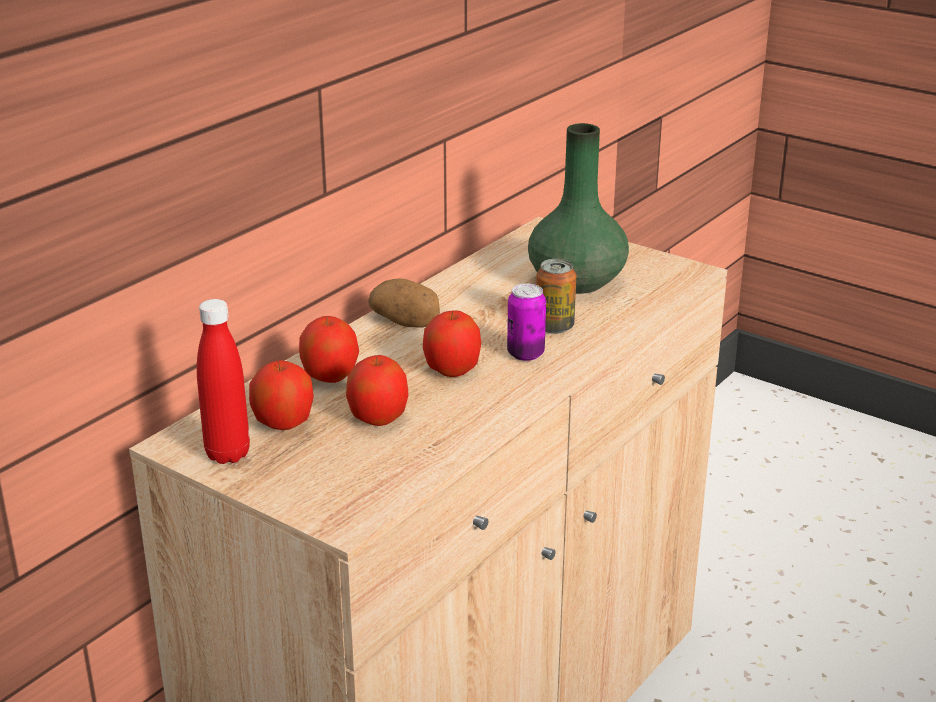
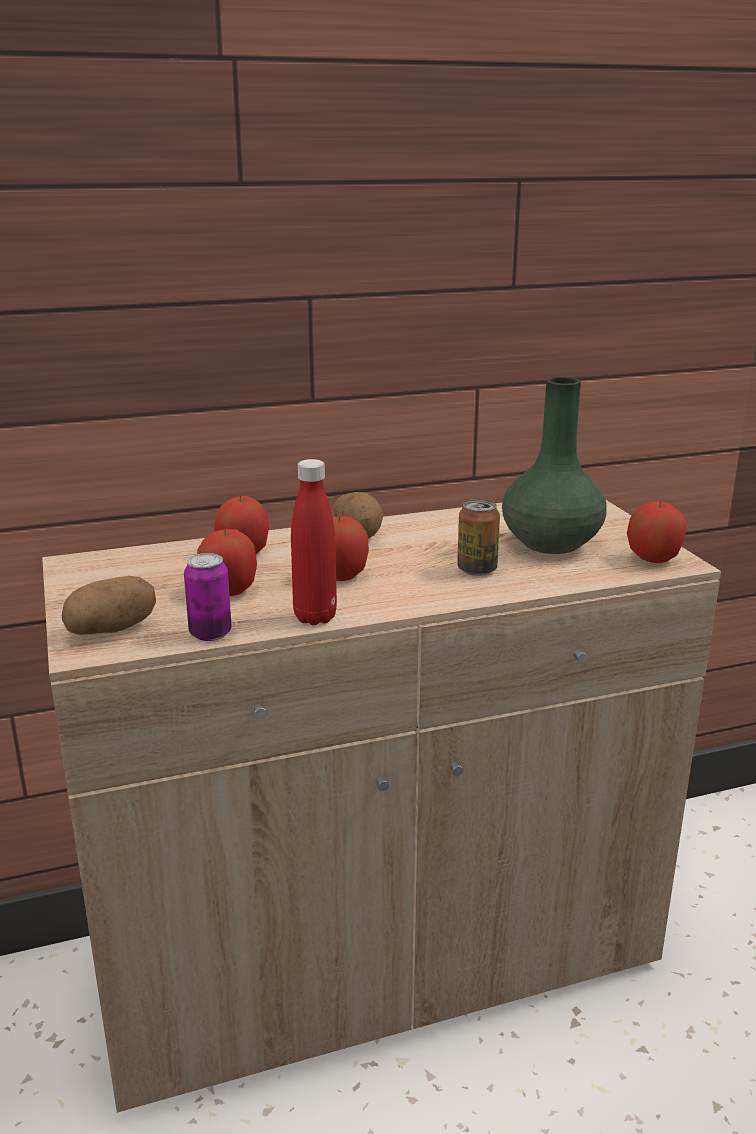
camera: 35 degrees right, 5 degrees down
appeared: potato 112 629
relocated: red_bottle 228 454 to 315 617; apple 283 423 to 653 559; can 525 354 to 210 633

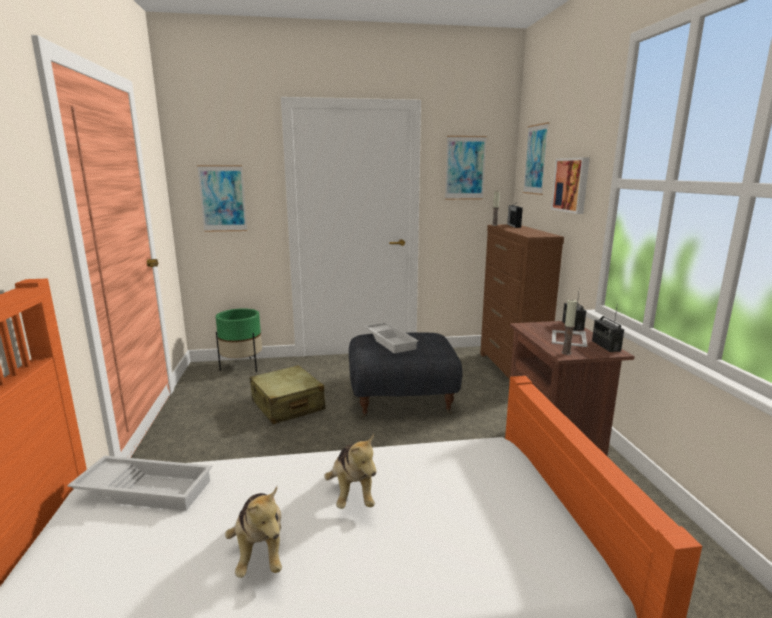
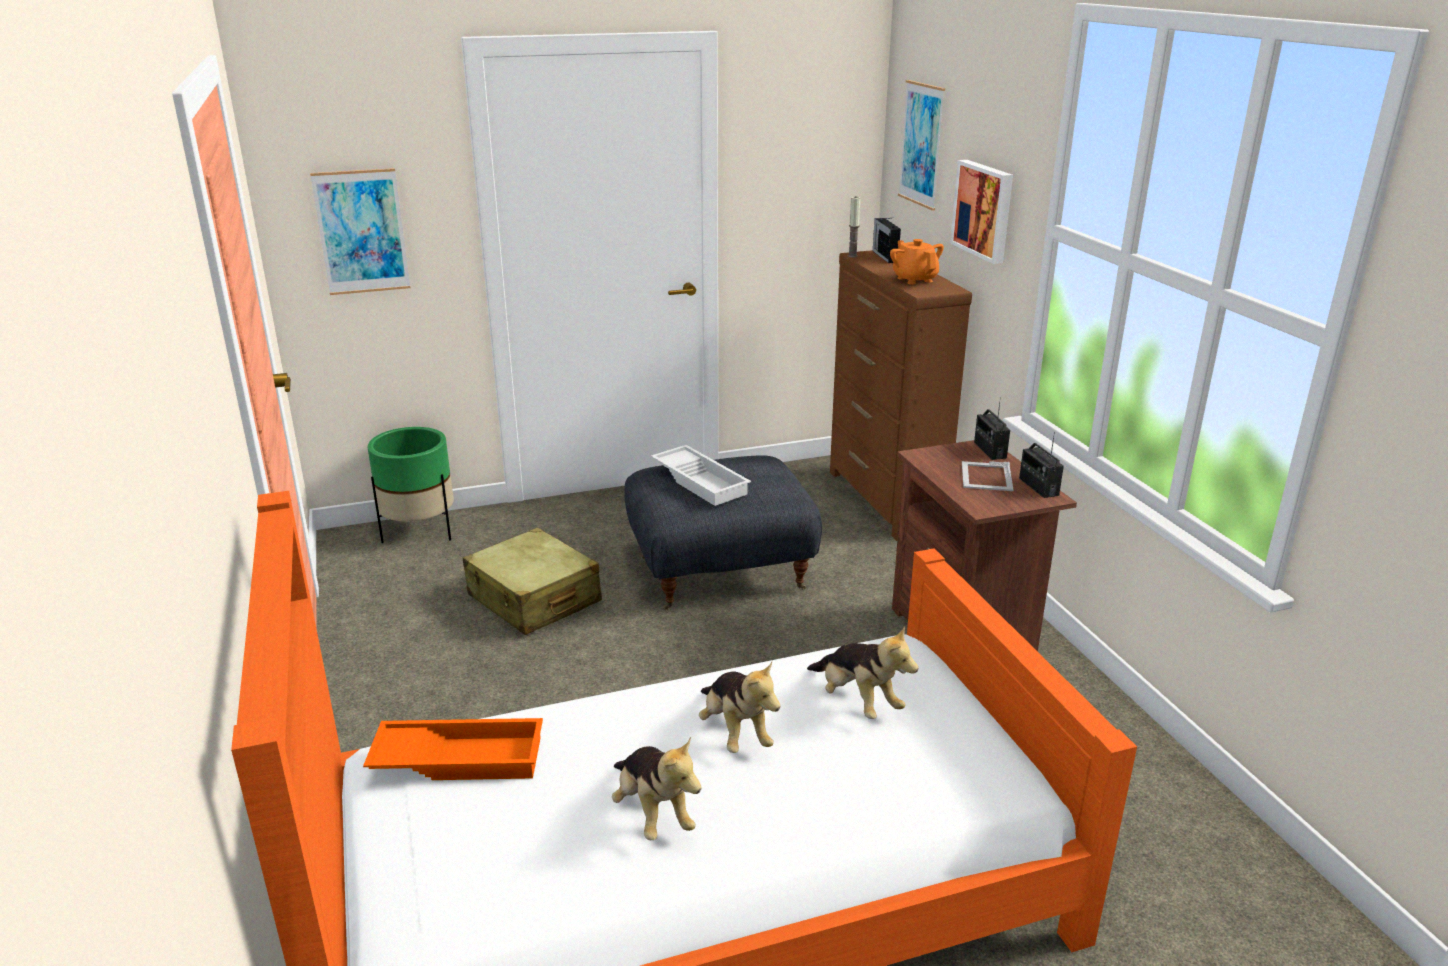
camera: 10 degrees left, 10 degrees up
missing: picture 465 168; candle 566 353
appeared: plush_toy 857 701; orange_teapot 914 279
colour: white_tray 146 488 to orange_tray 460 757

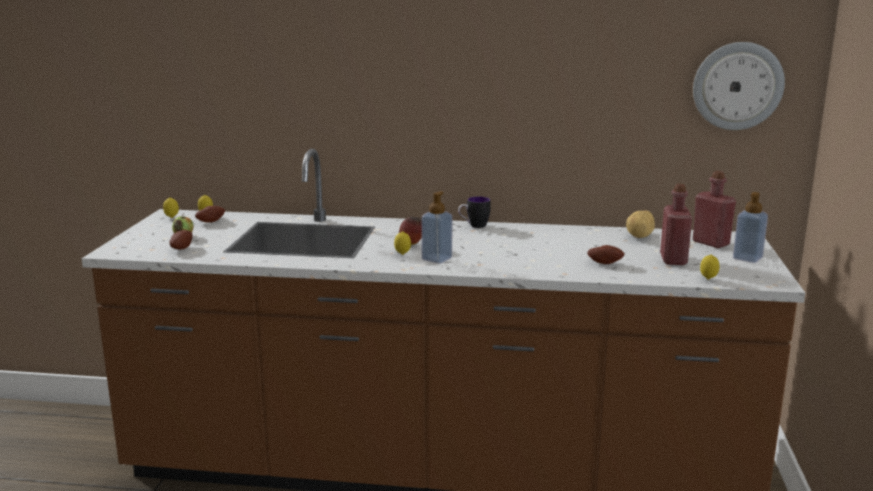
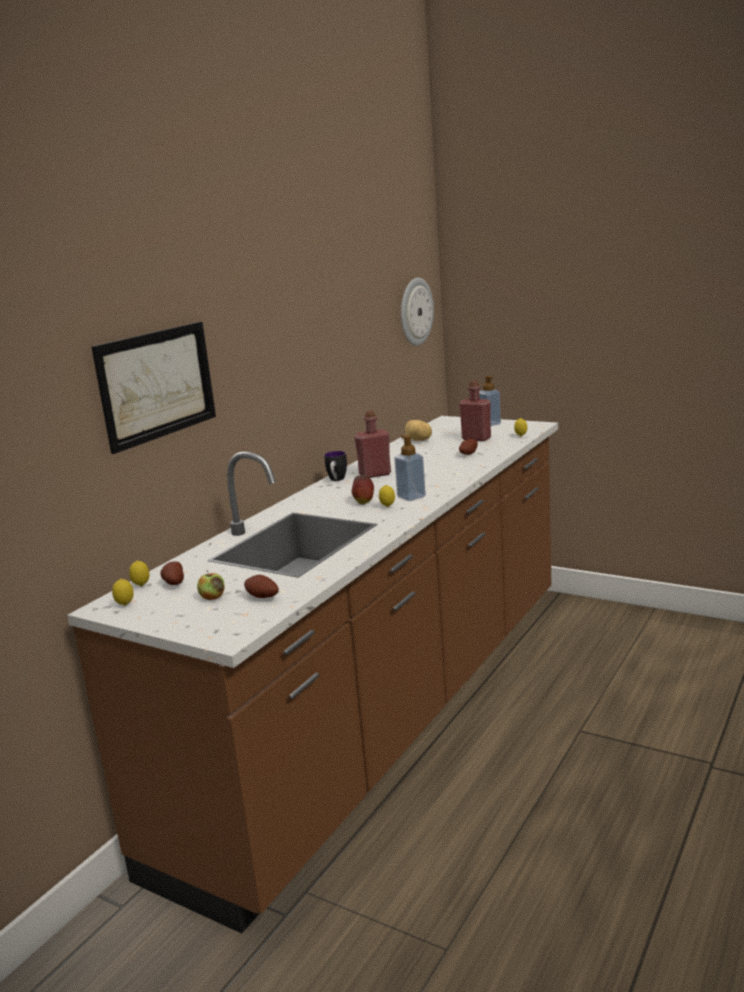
camera: 65 degrees left, 0 degrees up
appeared: picture 157 384
relocated: red_bottle 710 243 to 375 474

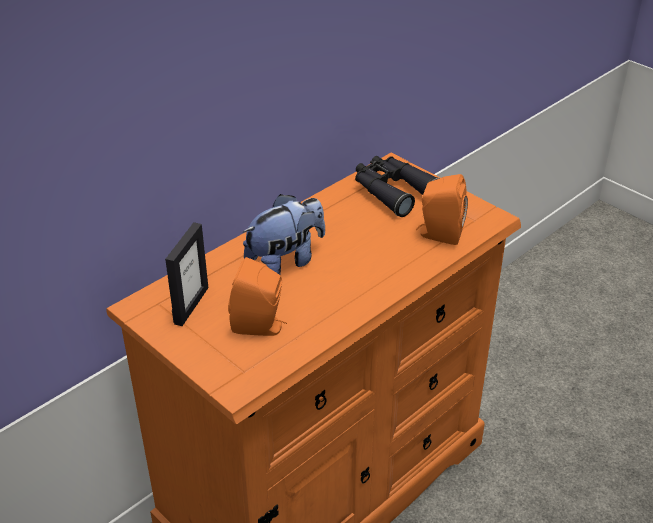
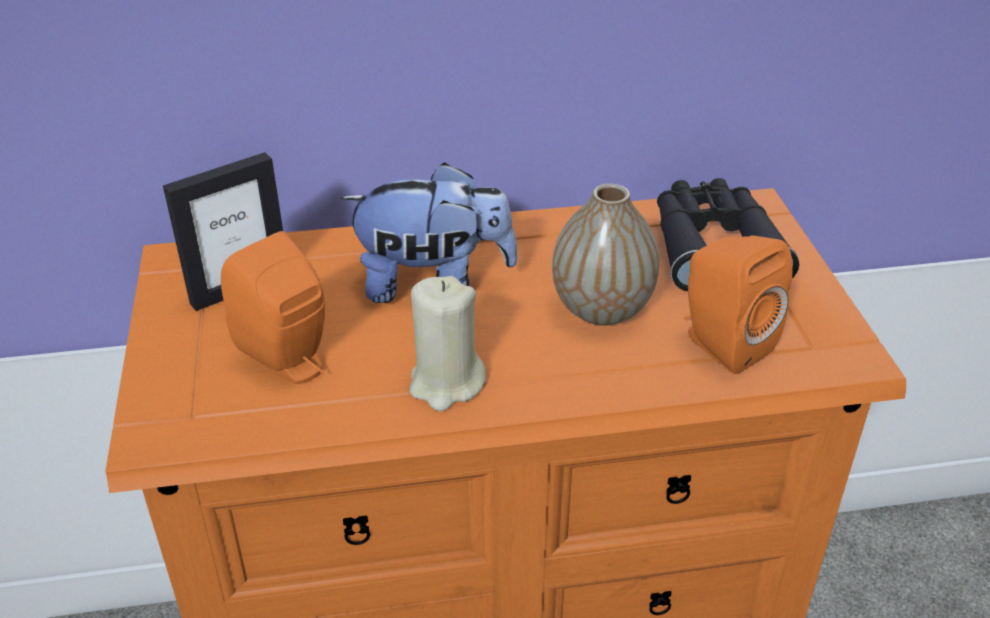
camera: 35 degrees right, 0 degrees up
appeared: beige_candle 446 383; vase 601 309

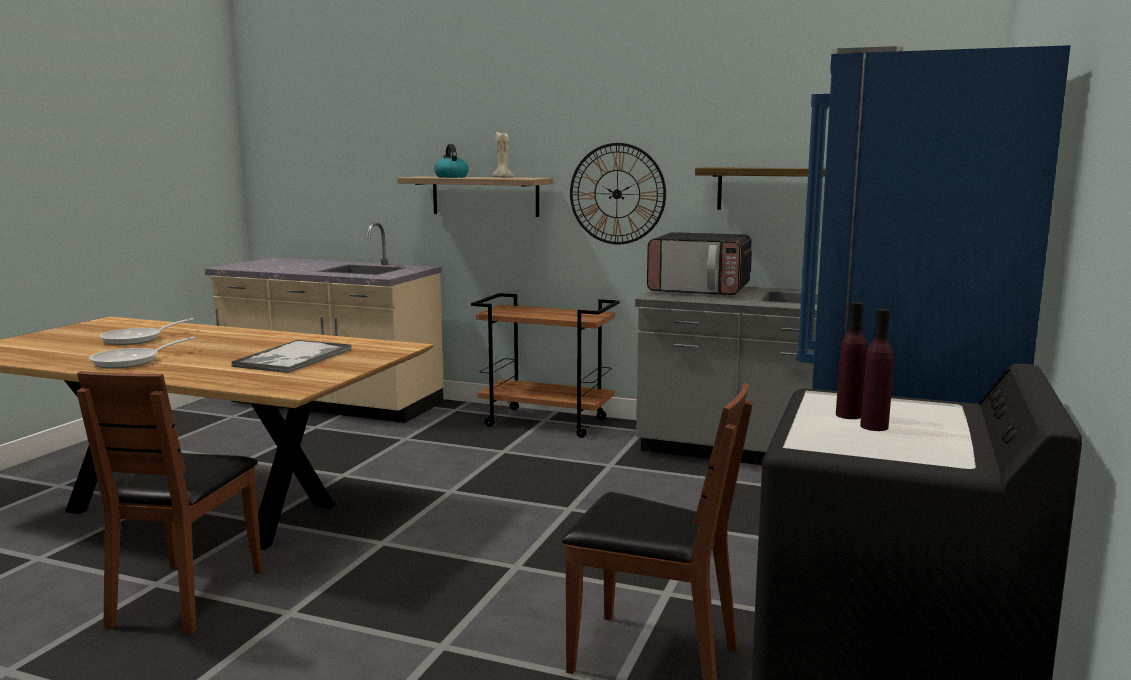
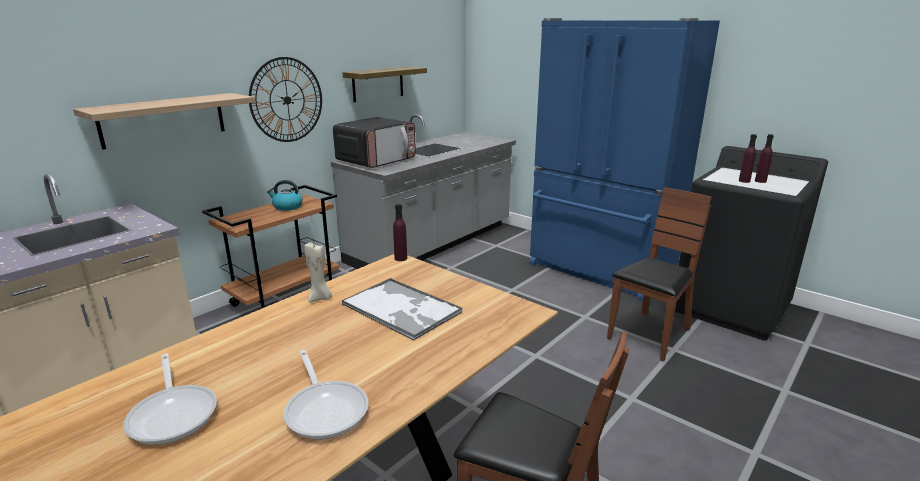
camera: 70 degrees left, 10 degrees up
appeared: purple_bottle 400 258
relocated: kettle 451 177 to 287 207; beige_candle 503 178 to 320 298

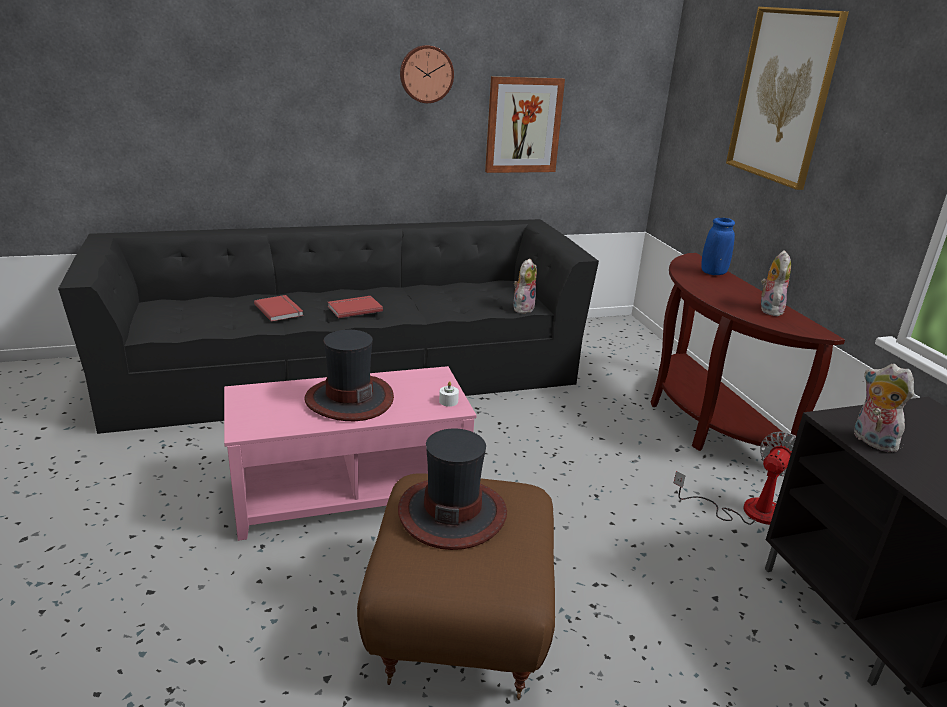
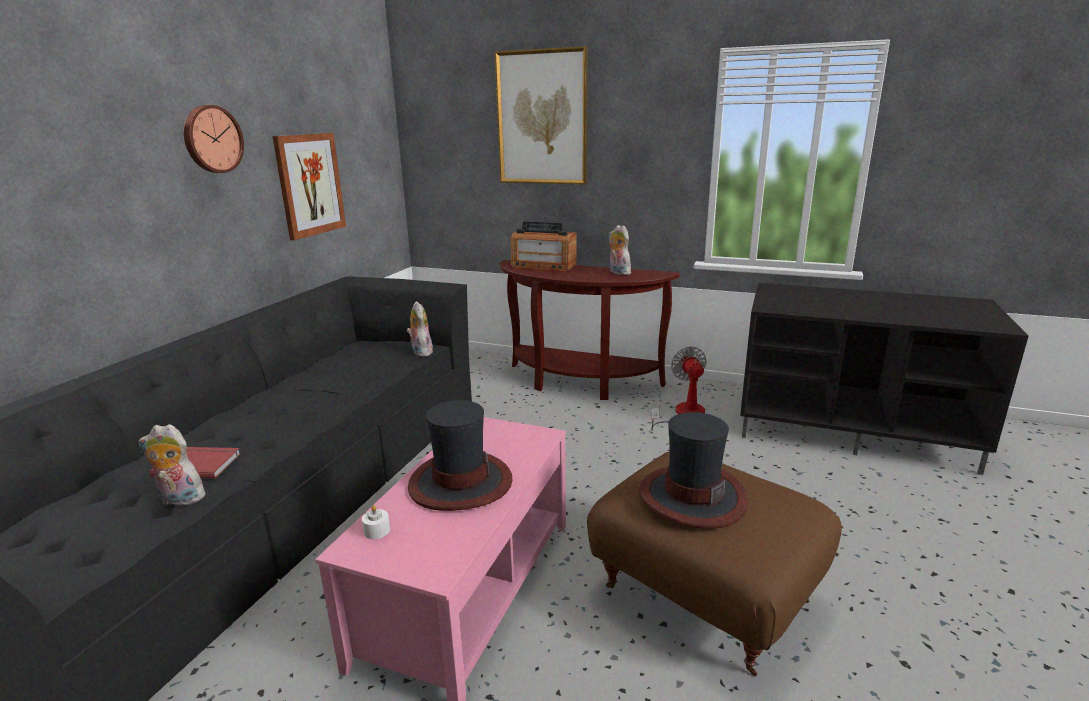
camera: 50 degrees left, 5 degrees down
missing: red_book 354 308
relocated: white_candle 448 401 to 377 531; plush_toy 871 441 to 179 499
exchanged: blue_vase 713 273 to radio 543 266

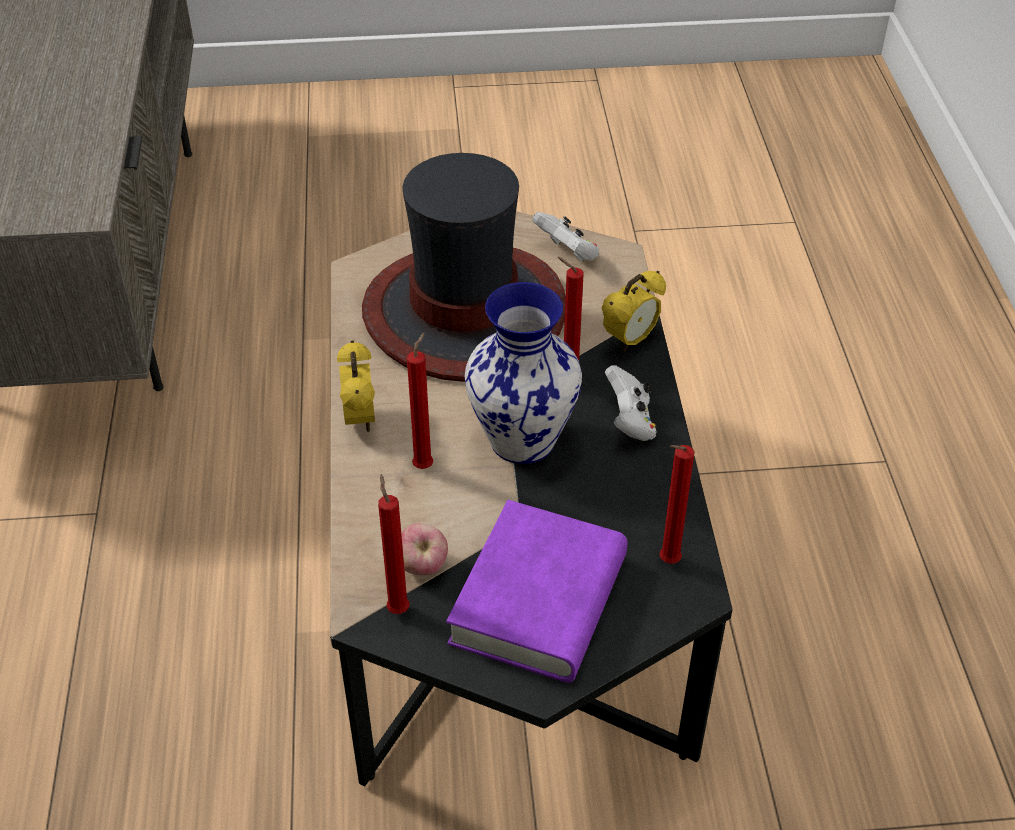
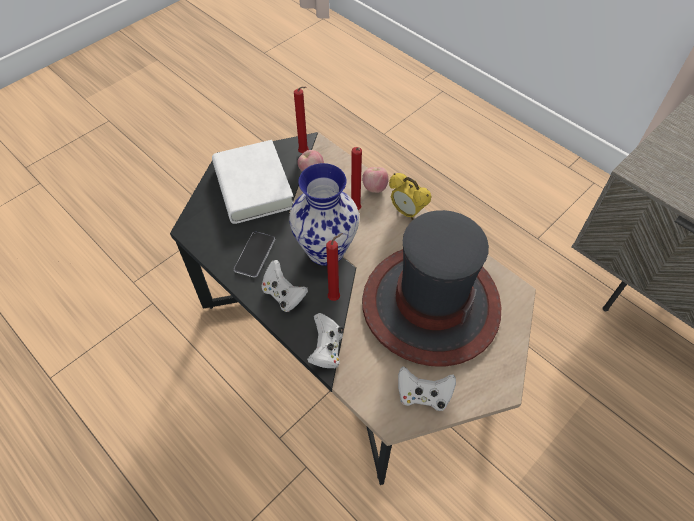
camera: 140 degrees right, 10 degrees up
missing: red_candle 666 562
appeared: phone 255 255; apple 374 187
exchanged: alarm_clock 630 340 to white_game_controller 326 349
colour: purple_book 539 600 to white_book 253 187

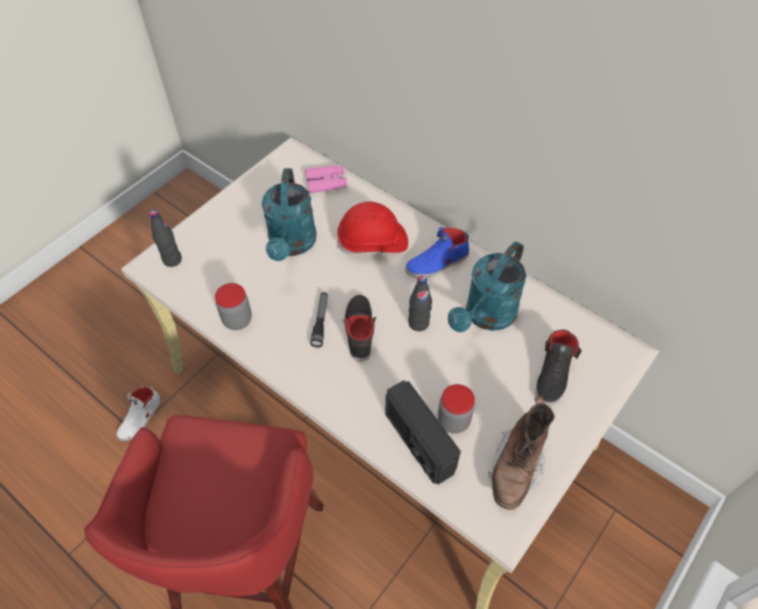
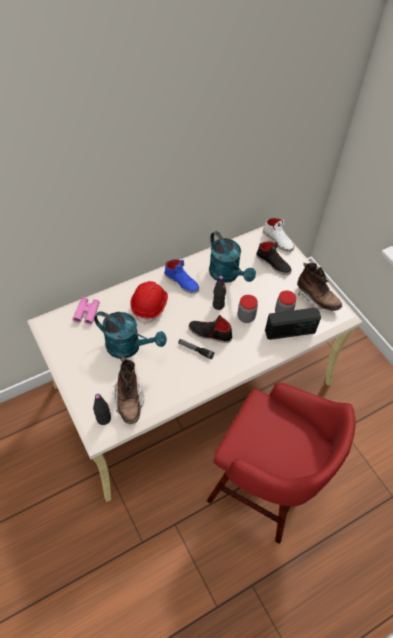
camera: 70 degrees left, 0 degrees up
appeared: brown_boot 129 400
relocated: white_shoe 141 418 to 278 240; jar 237 320 to 246 317
spun: blue_shoe 437 263 = 182 281 45 degrees counterclockwise

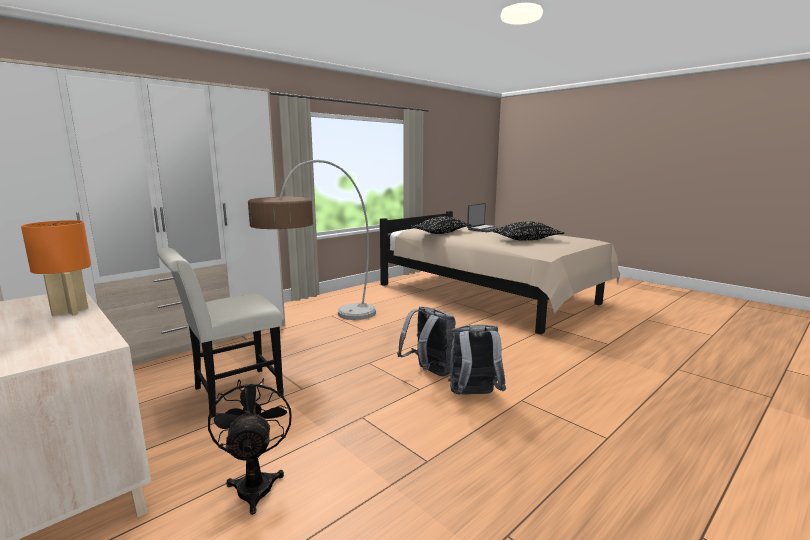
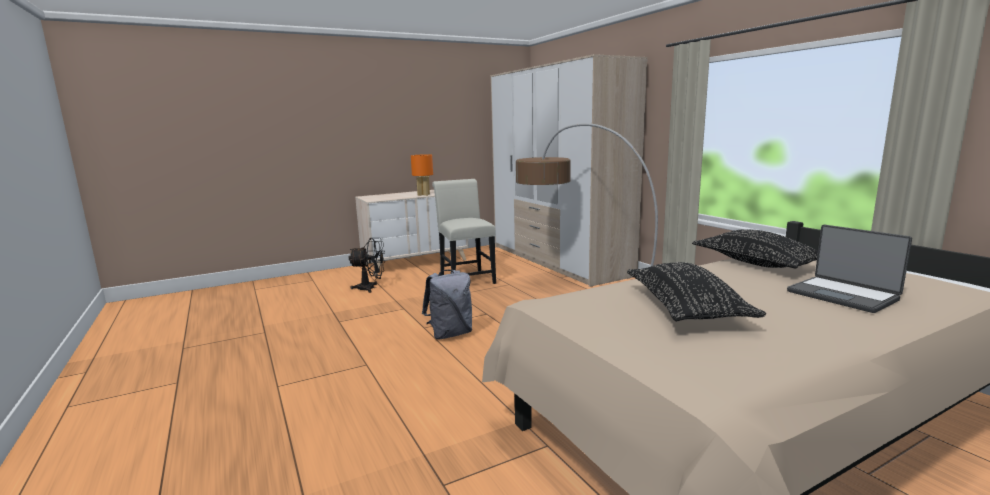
camera: 105 degrees right, 0 degrees up
missing: grey_backpack 473 395

